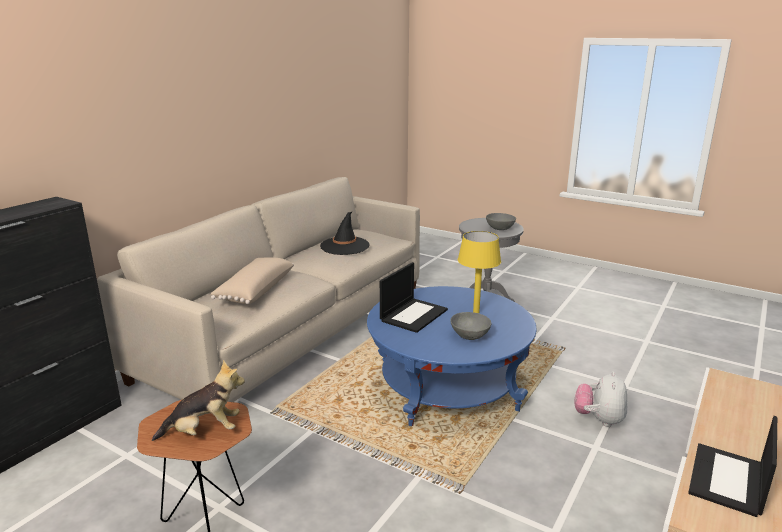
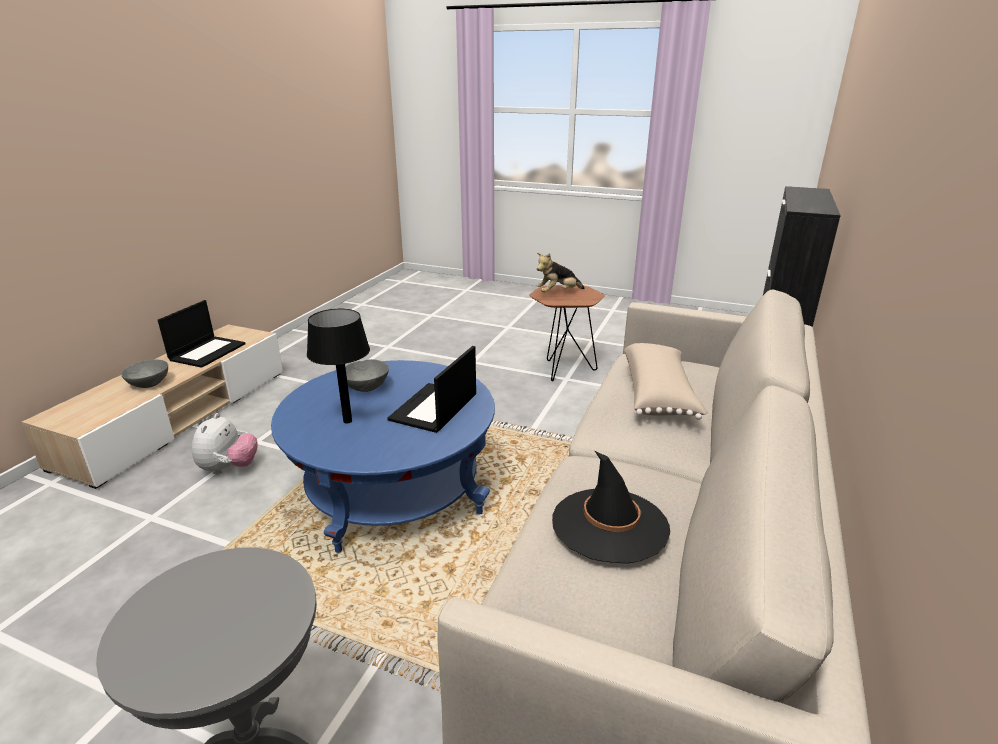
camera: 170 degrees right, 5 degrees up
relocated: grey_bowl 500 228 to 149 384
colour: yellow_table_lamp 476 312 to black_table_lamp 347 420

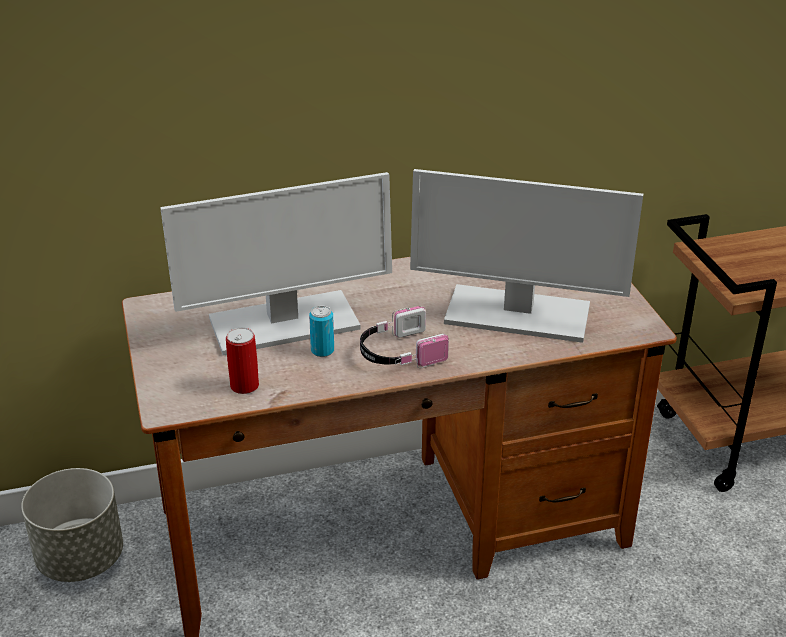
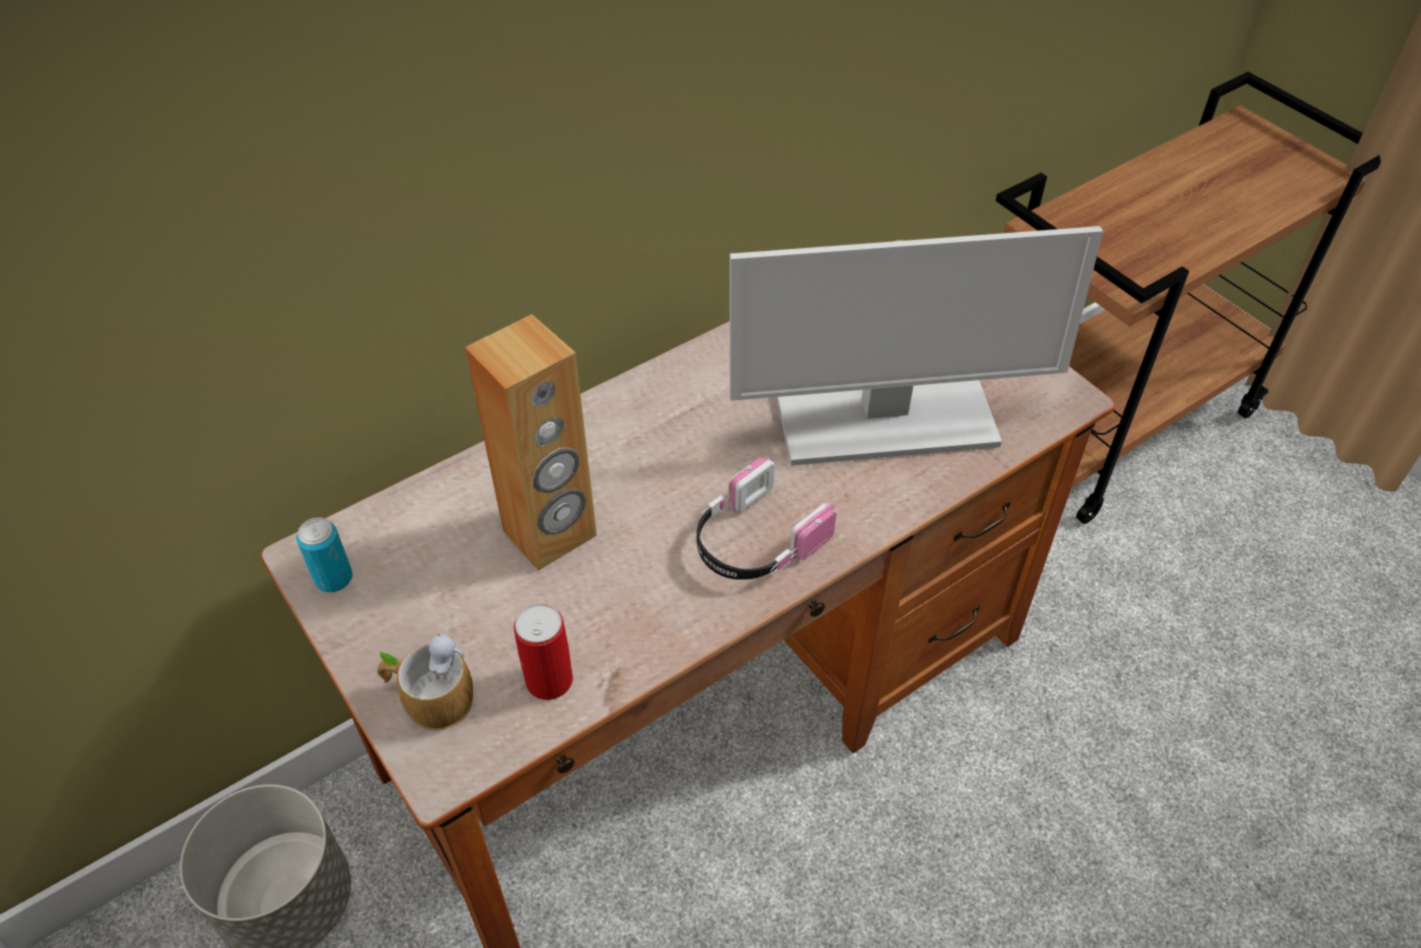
camera: 20 degrees left, 15 degrees up
appeared: mug 429 696
relocated: can 322 351 to 334 578
exchanged: monitor 283 324 to brown_speaker 550 534

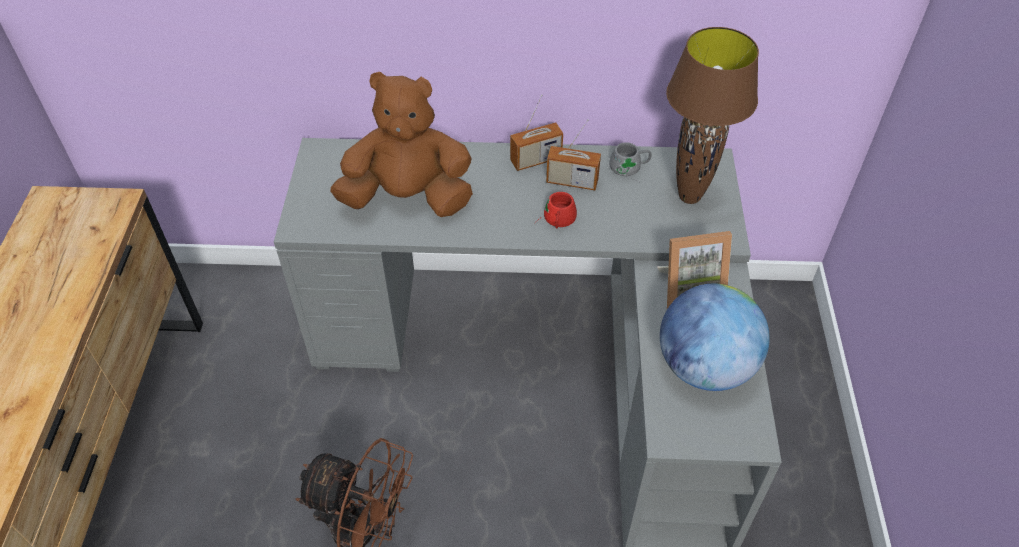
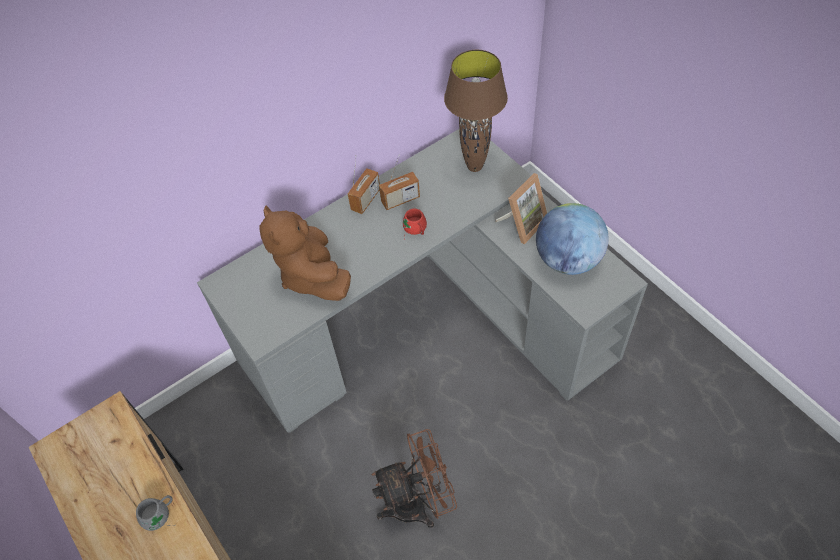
camera: 35 degrees left, 5 degrees up
relocated: grey_mug 629 169 to 160 516
spun: brown_plush_toy 408 198 = 312 275 75 degrees counterclockwise

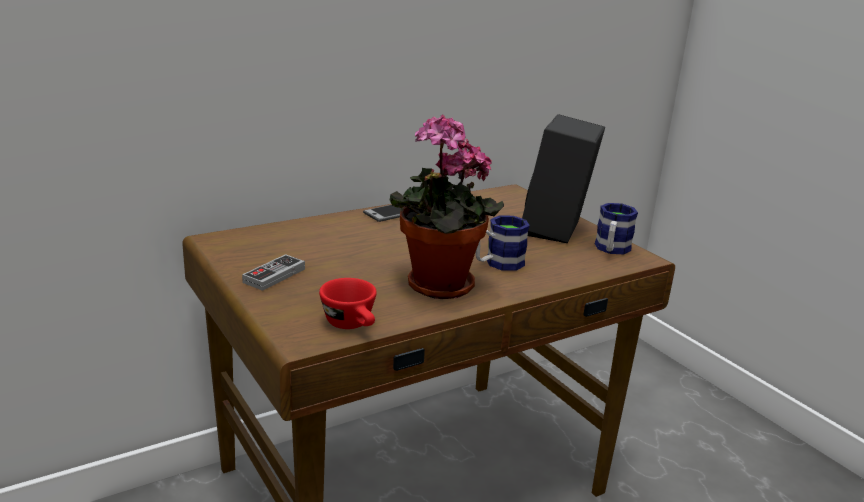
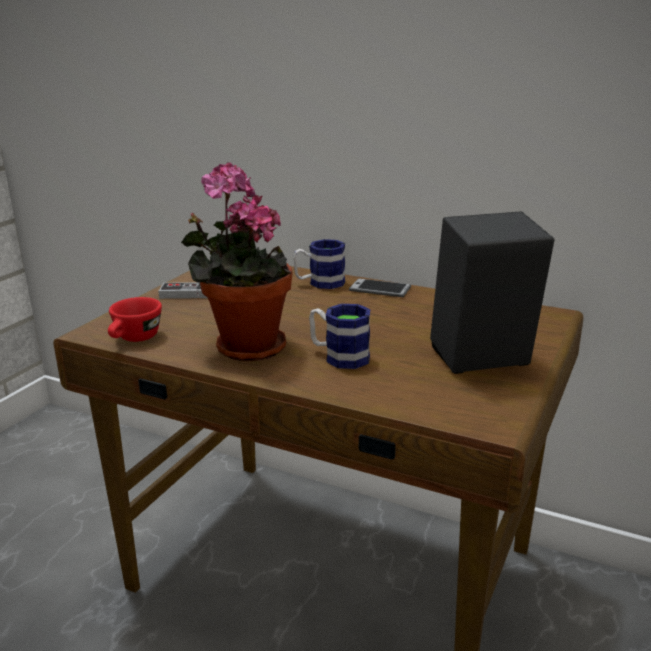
camera: 60 degrees right, 0 degrees up
relocated: mug 611 250 to 319 283

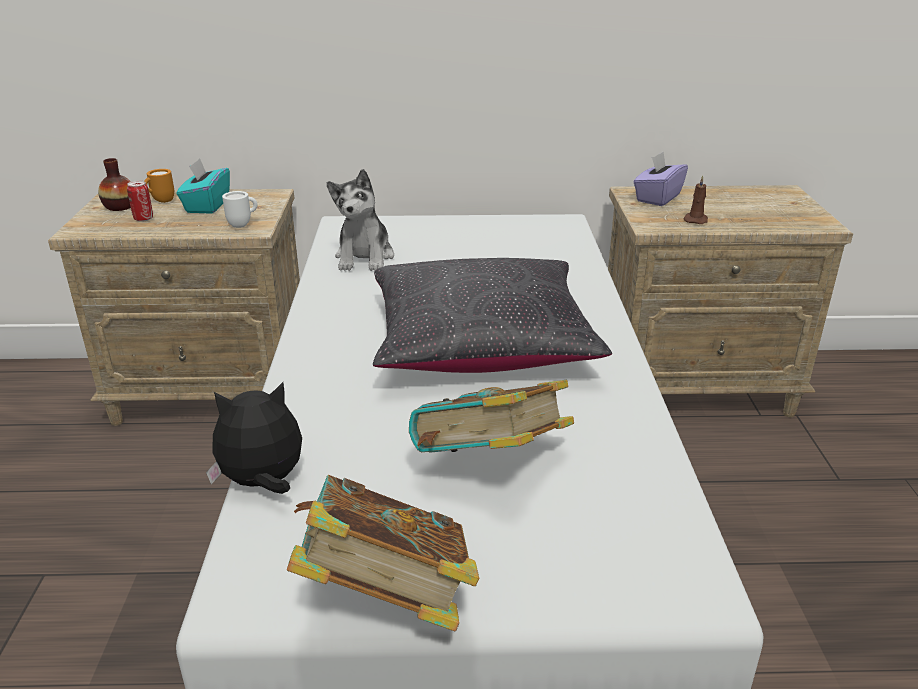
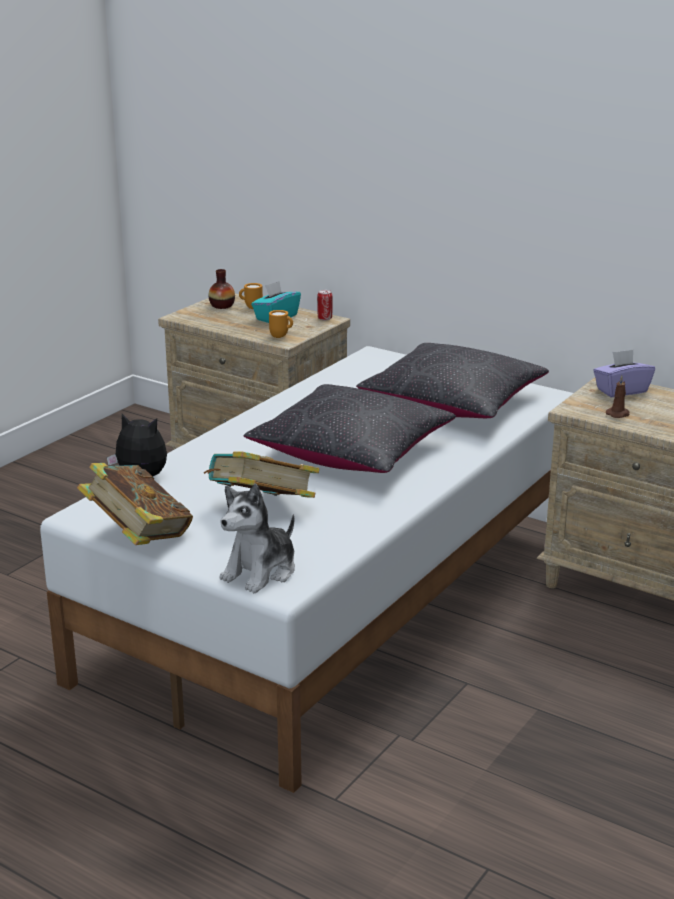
camera: 35 degrees right, 5 degrees down
appeared: black_pillow 452 403
relocated: can 143 219 to 324 318; plush_toy 365 257 to 261 572
colour: white_mug 243 225 to orange_mug 281 336

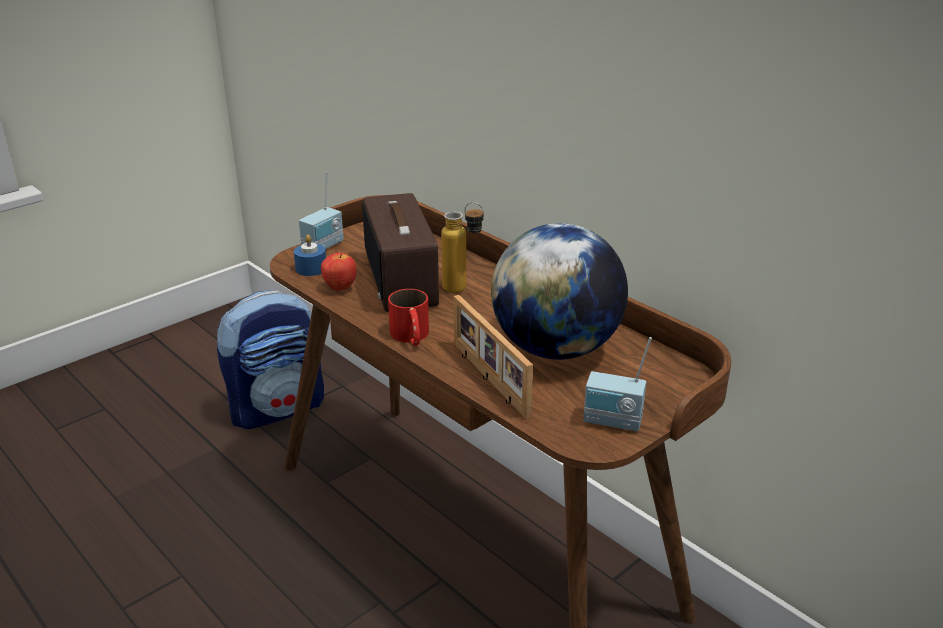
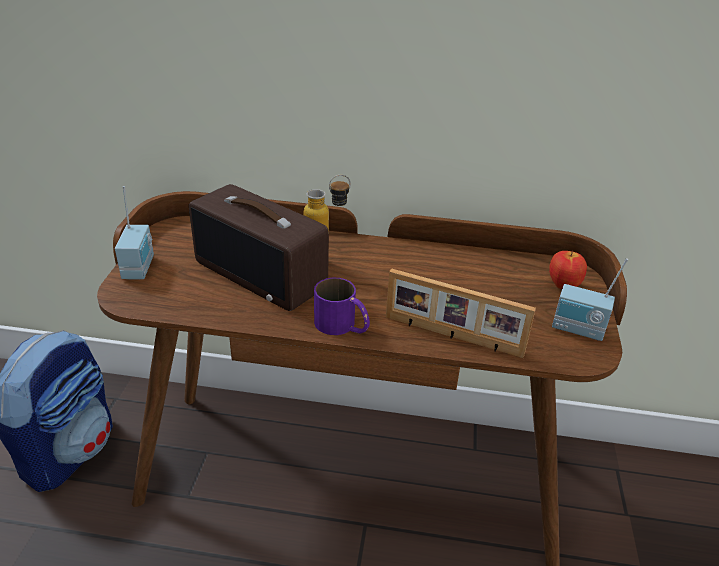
camera: 40 degrees left, 5 degrees up
missing: blue_candle 311 268; globe 555 348
relocated: apple 340 288 to 562 286
colour: red_mug 411 337 to purple_mug 342 326
spun: radio 612 422 = 577 330 45 degrees clockwise

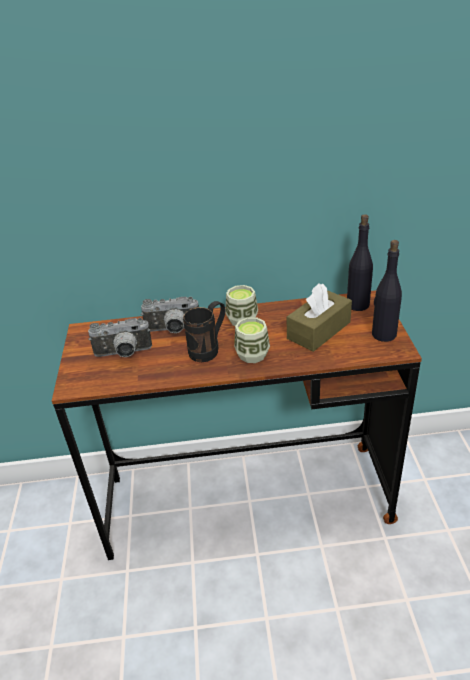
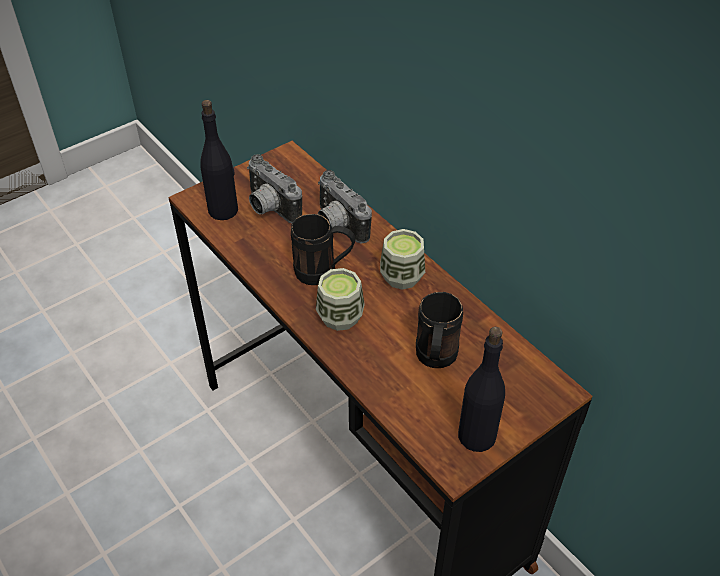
camera: 55 degrees right, 10 degrees up
relocated: black_bottle 357 304 to 223 210
exchanged: brown_tissue_box 319 330 to black_mug 434 361

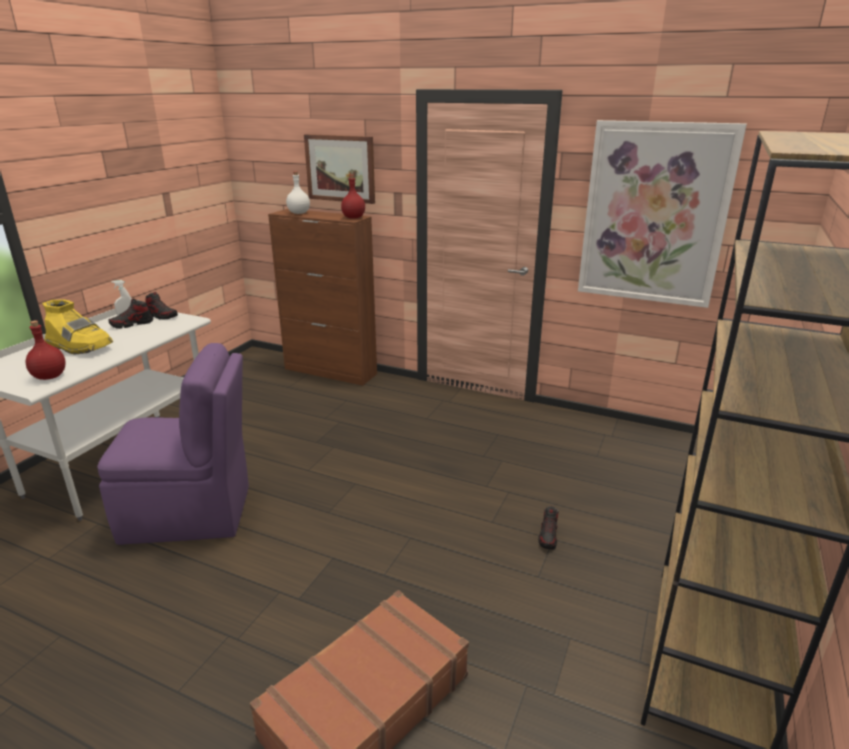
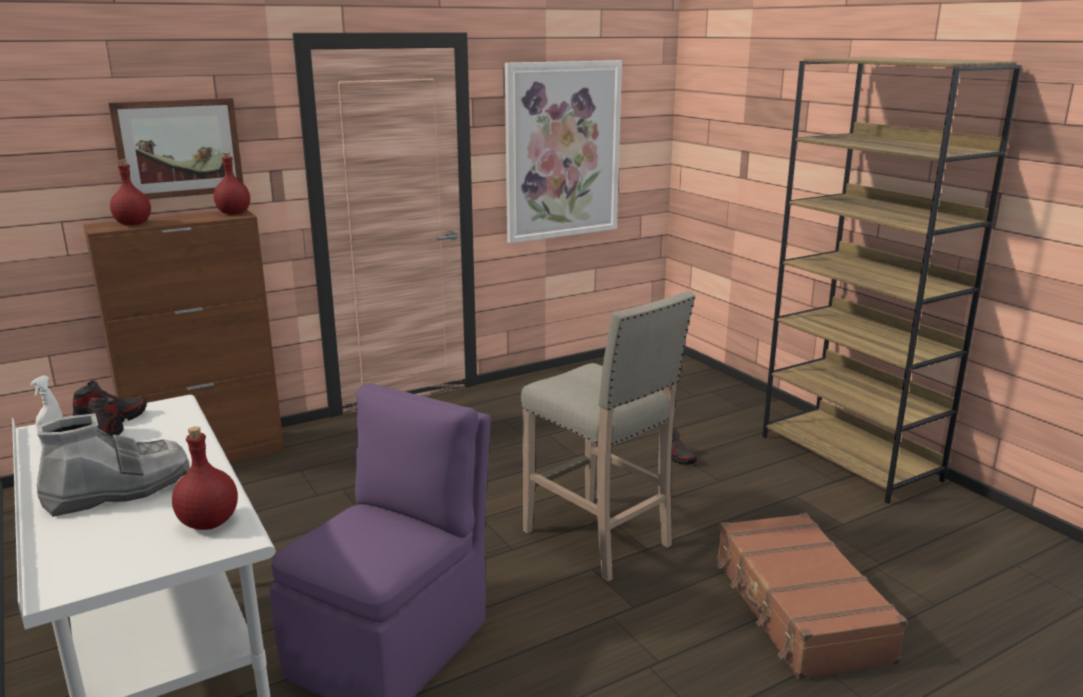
camera: 55 degrees left, 5 degrees down
appeared: beige_stool 599 539
colour: yellow_boot 80 347 to grey_boot 119 490; white_bottle 299 213 to red_bottle 133 224

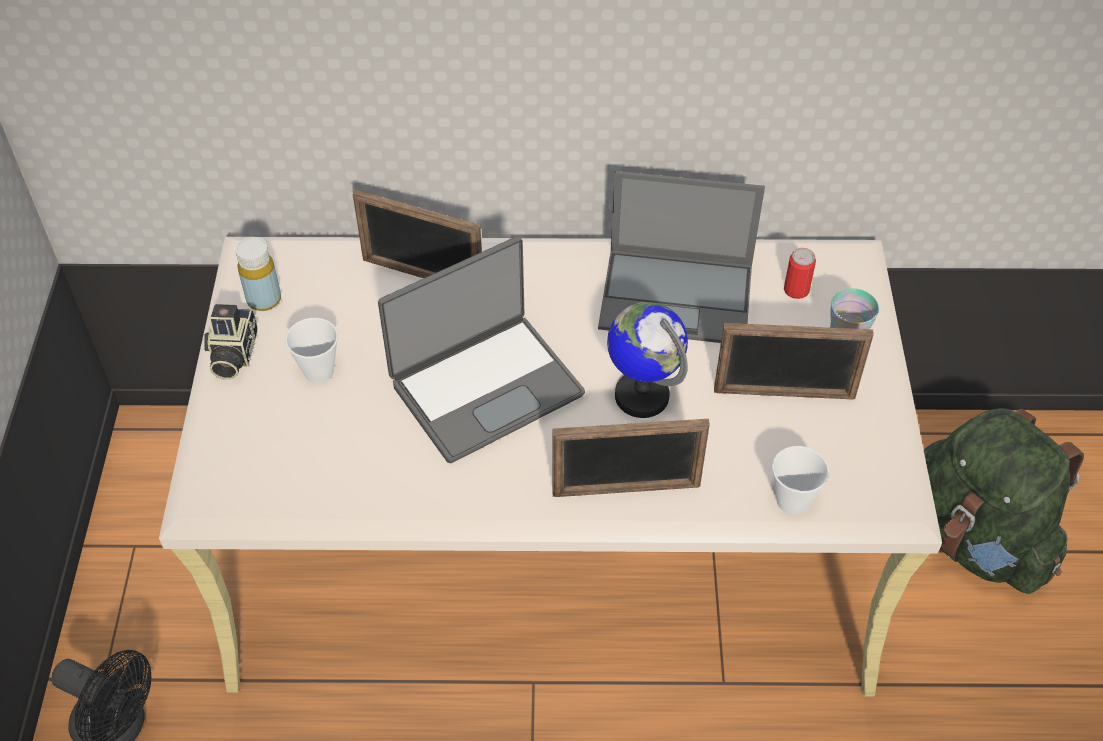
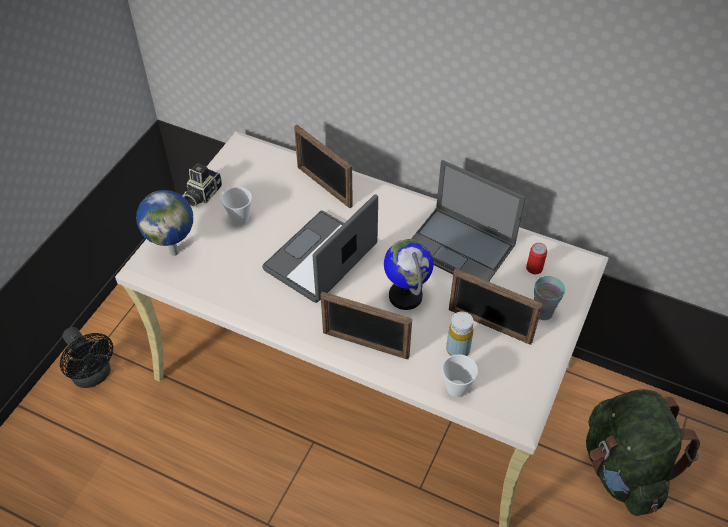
camera: 25 degrees right, 0 degrees up
appeared: globe 174 251
relocated: yellow_bottle 264 299 to 458 349
spun: laptop 485 387 = 322 259 135 degrees clockwise

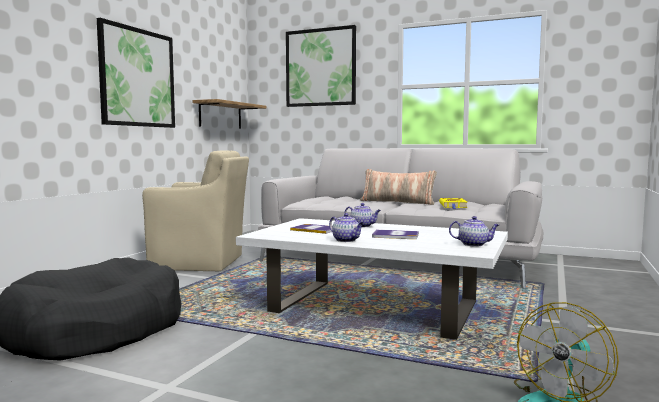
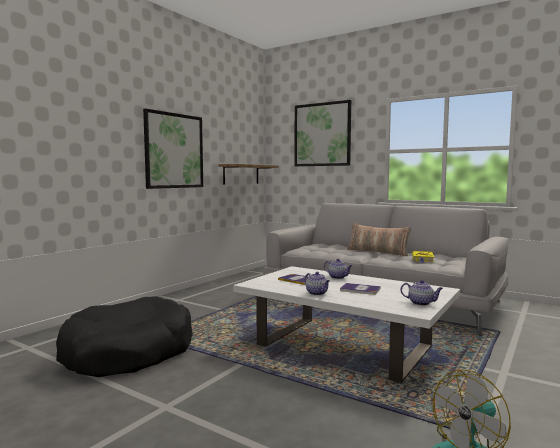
camera: 10 degrees right, 0 degrees up
missing: beige_armchair 200 263

